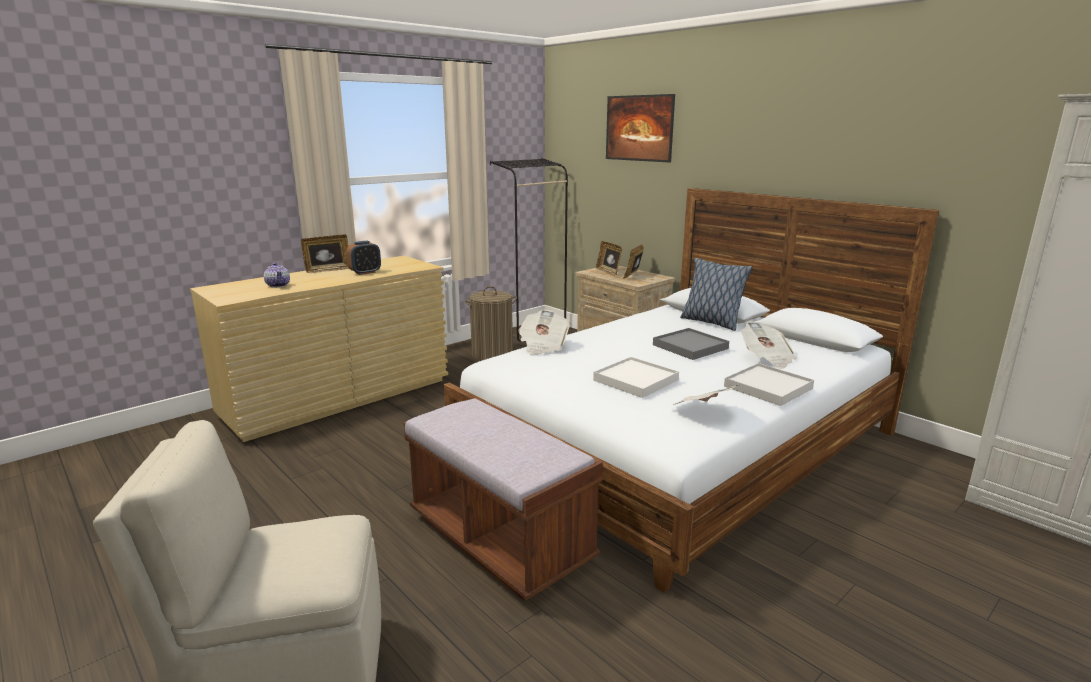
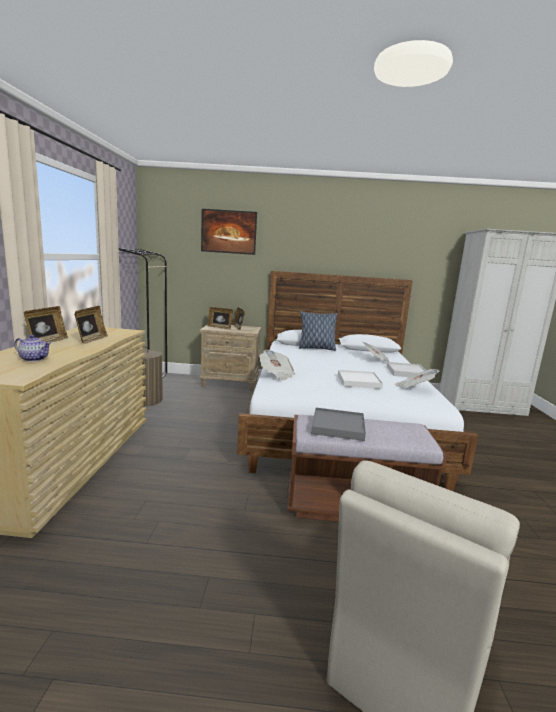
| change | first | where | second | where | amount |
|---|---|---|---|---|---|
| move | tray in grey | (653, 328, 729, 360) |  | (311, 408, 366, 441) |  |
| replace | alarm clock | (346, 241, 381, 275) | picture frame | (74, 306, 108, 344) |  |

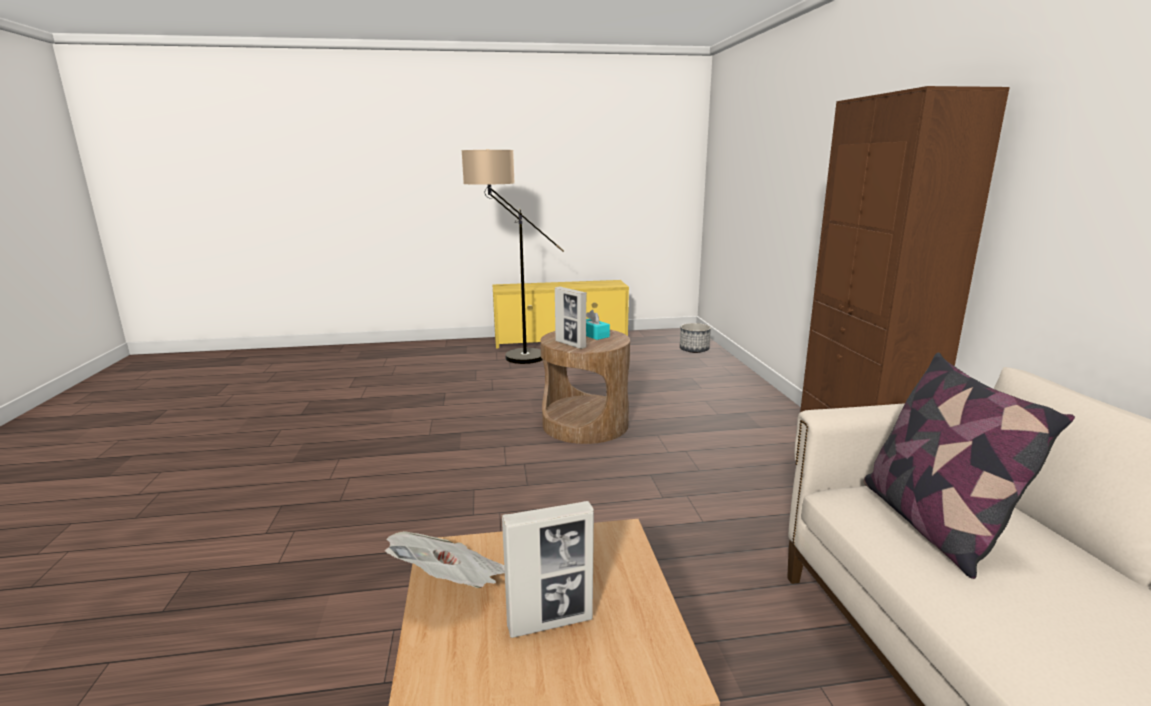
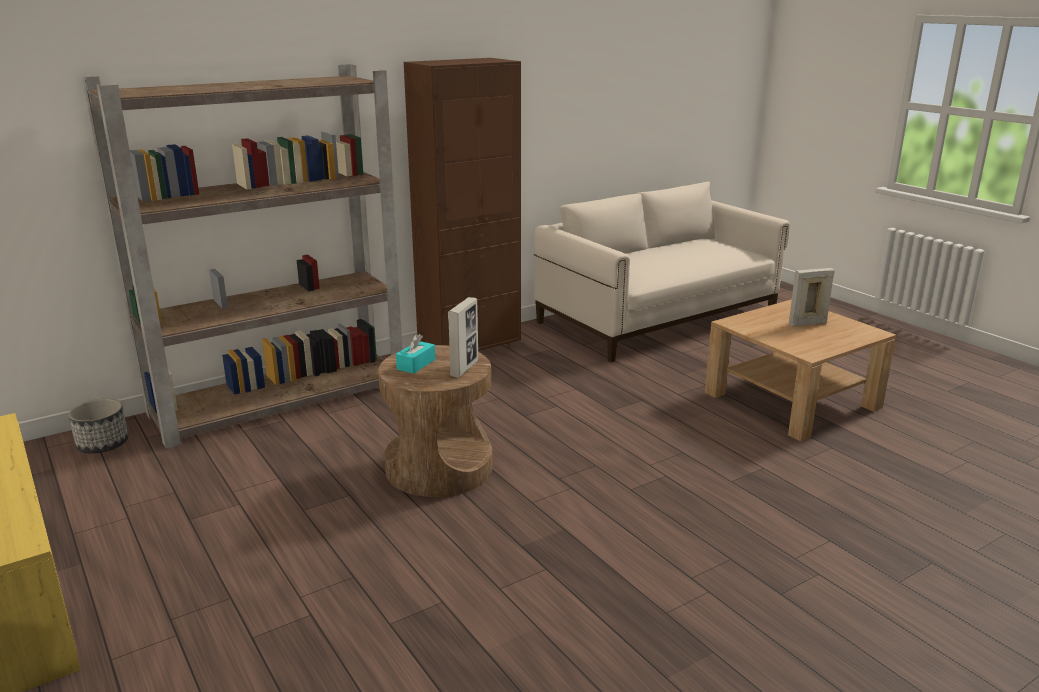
| change | first | where | second | where | amount |
|---|---|---|---|---|---|
| delete | newspaper | (384, 531, 505, 588) |  |  |  |
| delete | floor lamp | (461, 149, 564, 364) |  |  |  |
| delete | pillow | (863, 352, 1075, 579) |  |  |  |
| insert |  |  | bookcase in brown | (82, 64, 403, 449) |  |
| rotate | picture frame | (502, 501, 594, 638) |  | (789, 268, 835, 327) | 60 degrees counterclockwise |

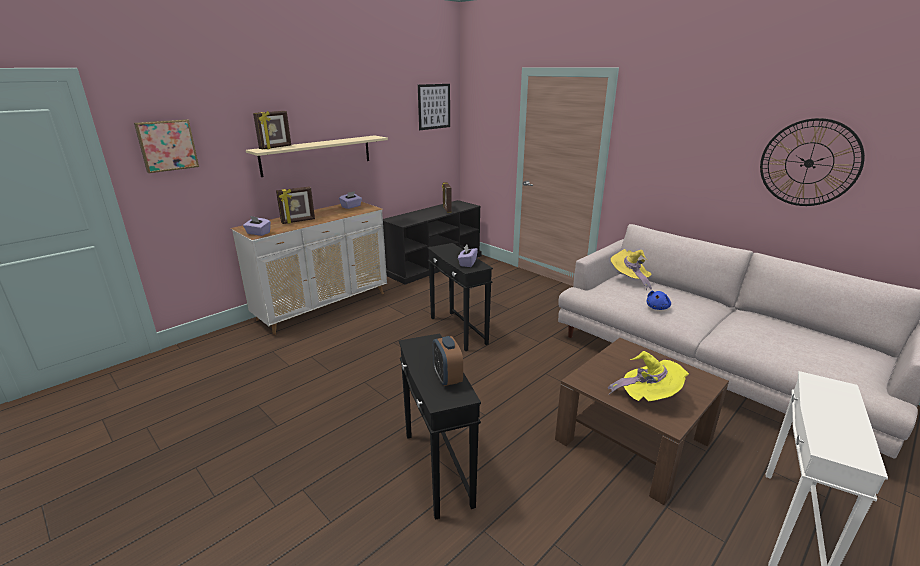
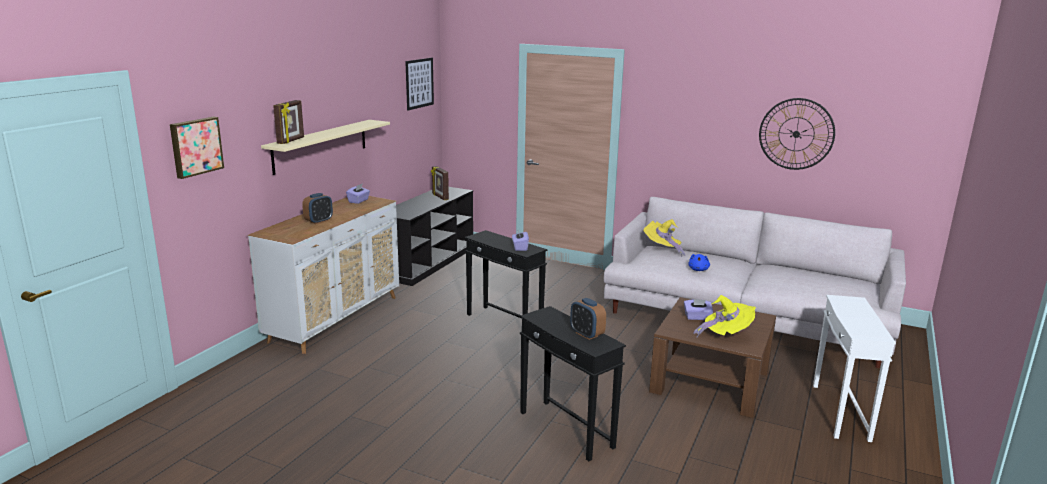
| change | first | where | second | where | amount |
|---|---|---|---|---|---|
| move | tissue box in purple | (243, 216, 271, 236) |  | (684, 299, 713, 320) |  |
| replace | picture frame | (276, 187, 315, 224) | alarm clock | (302, 193, 333, 224) |  |

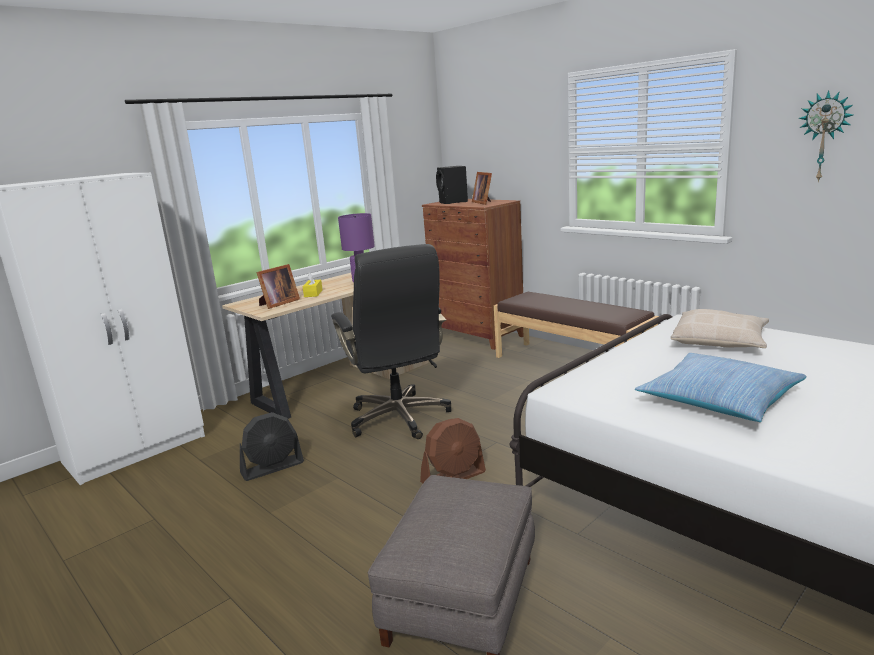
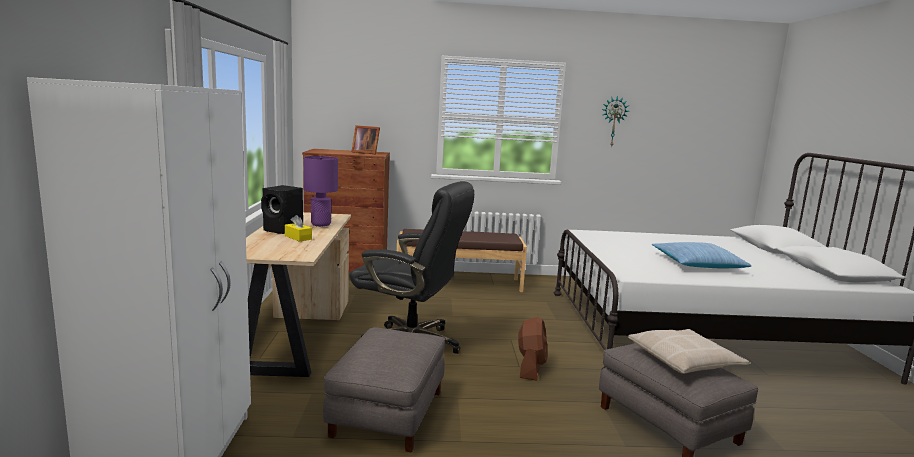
| change | first | where | second | where | amount |
|---|---|---|---|---|---|
| delete | picture frame | (256, 264, 300, 309) |  |  |  |
| move | speaker in black | (436, 166, 468, 204) |  | (261, 185, 303, 234) |  |
| move | pillow in beige | (671, 309, 769, 348) |  | (628, 329, 749, 374) |  |
| replace | fan in black | (240, 412, 304, 481) | ottoman in grey | (323, 327, 445, 452) |  |

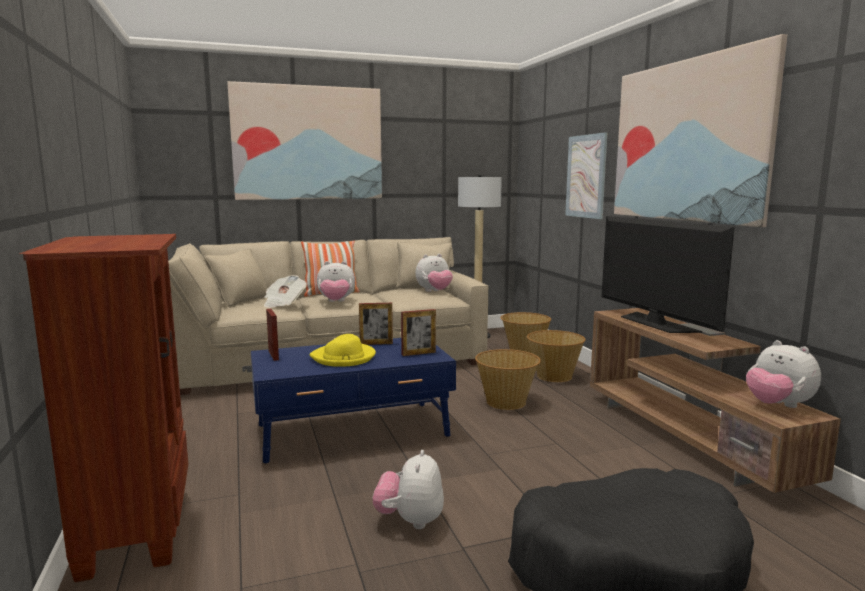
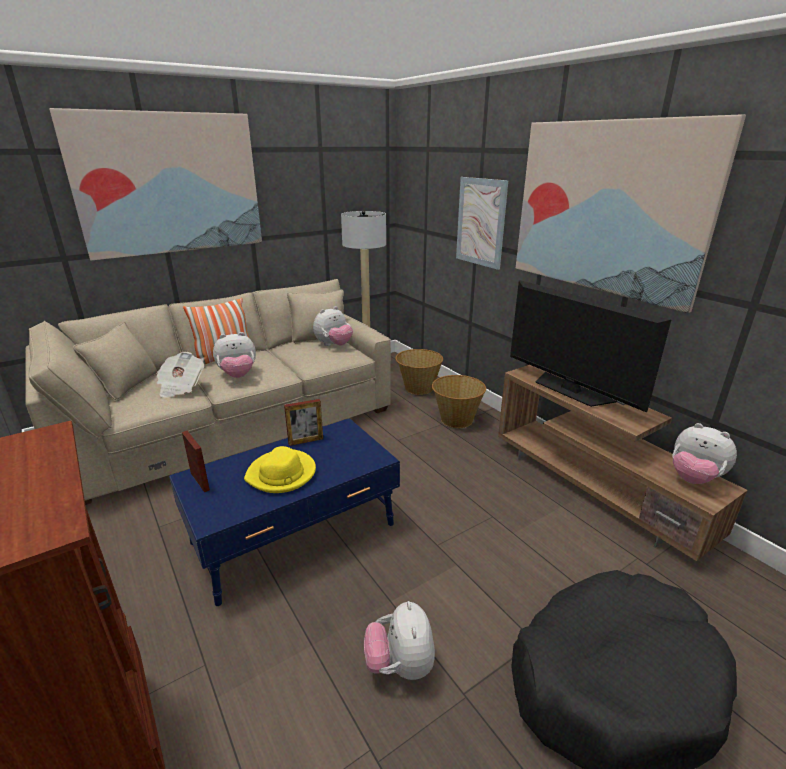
| change | first | where | second | where | amount |
|---|---|---|---|---|---|
| delete | picture frame | (401, 309, 436, 356) |  |  |  |
| delete | basket | (475, 349, 541, 410) |  |  |  |

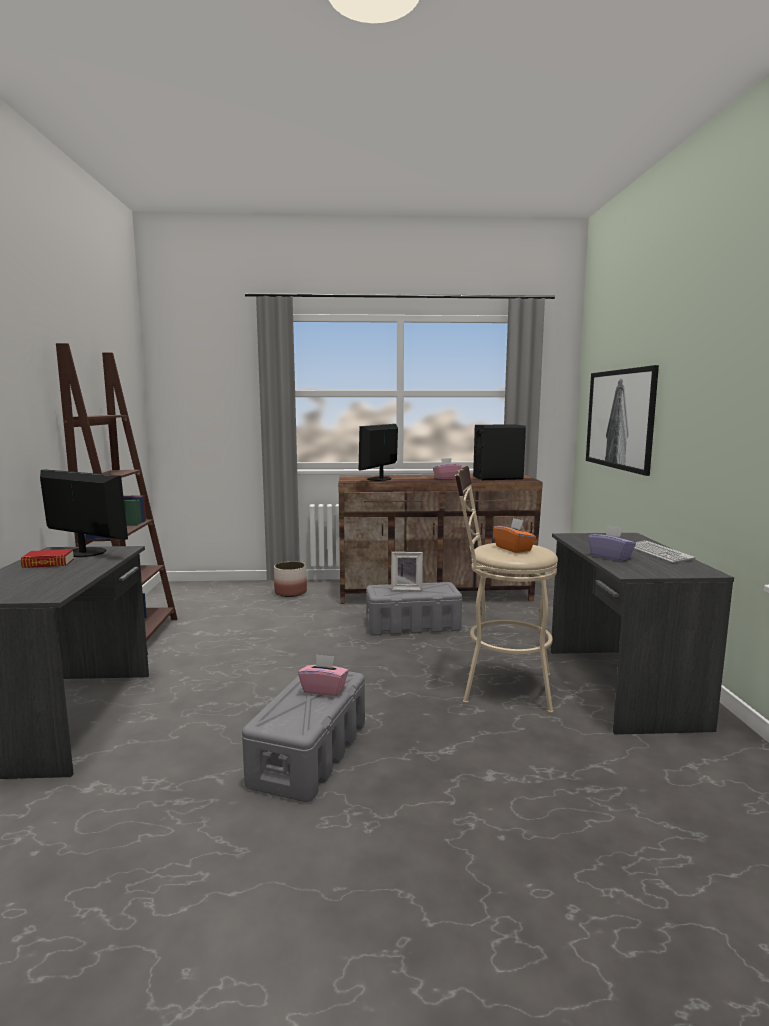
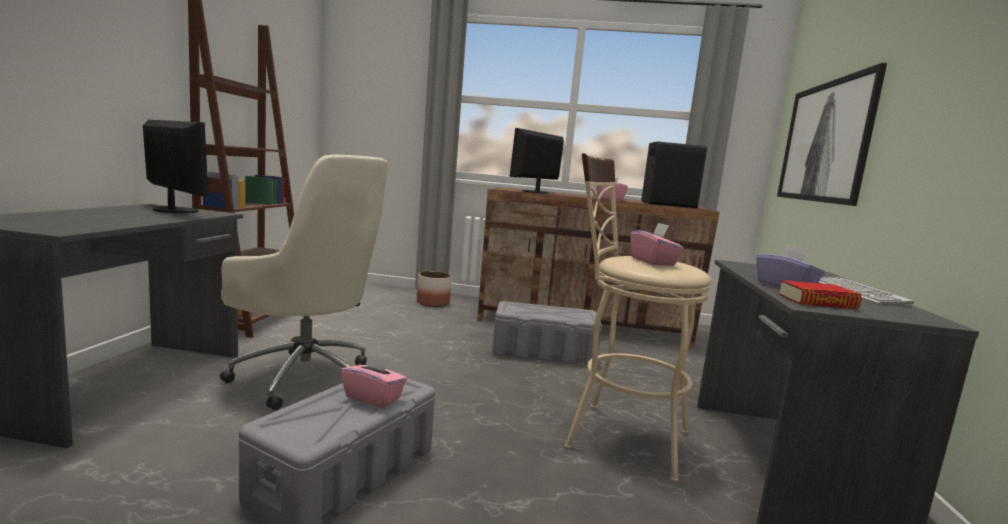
| change | first | where | second | where | amount |
|---|---|---|---|---|---|
| delete | picture frame | (391, 552, 423, 591) |  |  |  |
| insert |  |  | office chair in beige | (219, 155, 388, 410) |  |
| move | book | (21, 549, 74, 568) |  | (779, 280, 862, 309) |  |
| recolor | tissue box in orange | (493, 518, 536, 553) | tissue box in pink | (630, 223, 684, 266) |  |

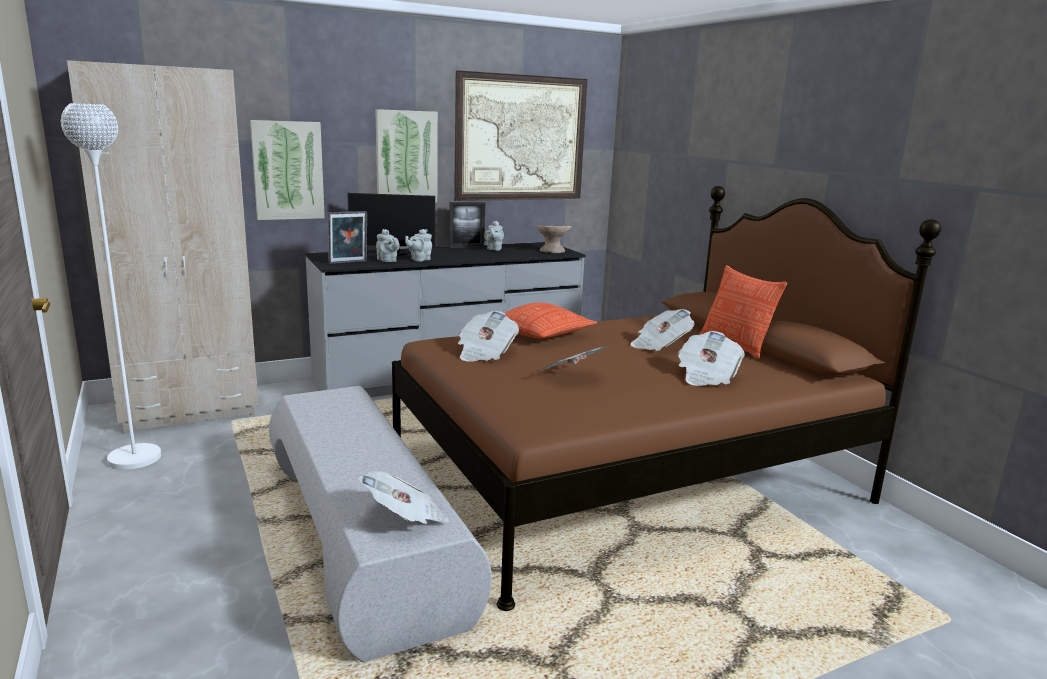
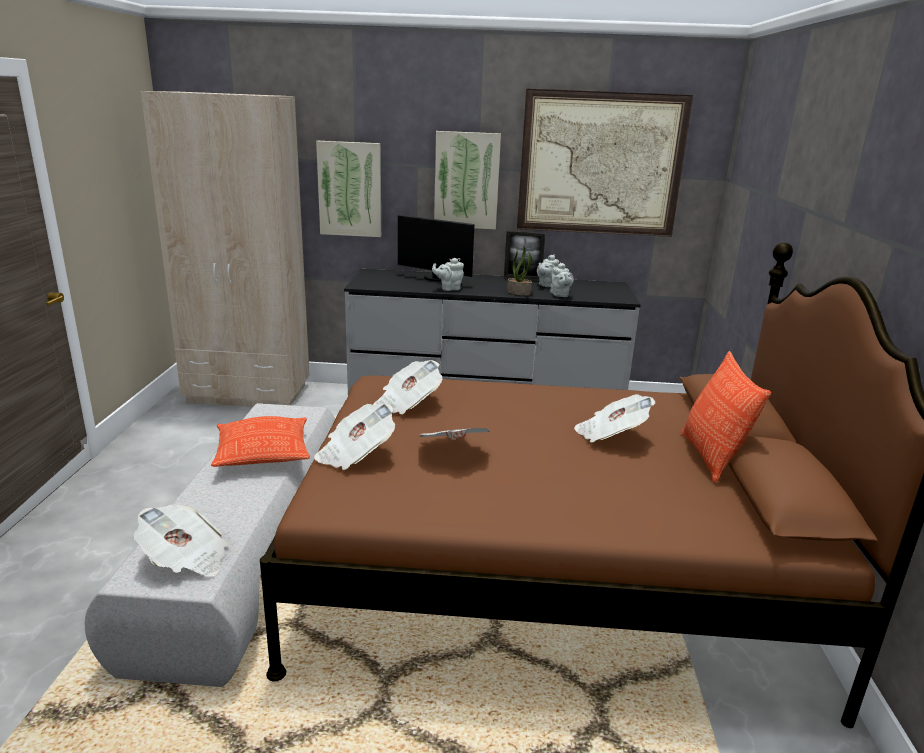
| change | first | where | second | where | amount |
|---|---|---|---|---|---|
| delete | floor lamp in white | (61, 103, 161, 470) |  |  |  |
| delete | picture frame | (328, 211, 367, 264) |  |  |  |
| delete | bowl in beige | (536, 225, 572, 253) |  |  |  |
| insert |  |  | potted plant | (507, 247, 532, 296) |  |
| move | teapot in grey | (376, 229, 400, 262) |  | (550, 262, 574, 297) |  |
| move | pillow in orange | (505, 303, 597, 339) |  | (211, 416, 310, 467) |  |
| move | newspaper | (678, 331, 745, 386) |  | (314, 403, 395, 470) |  |

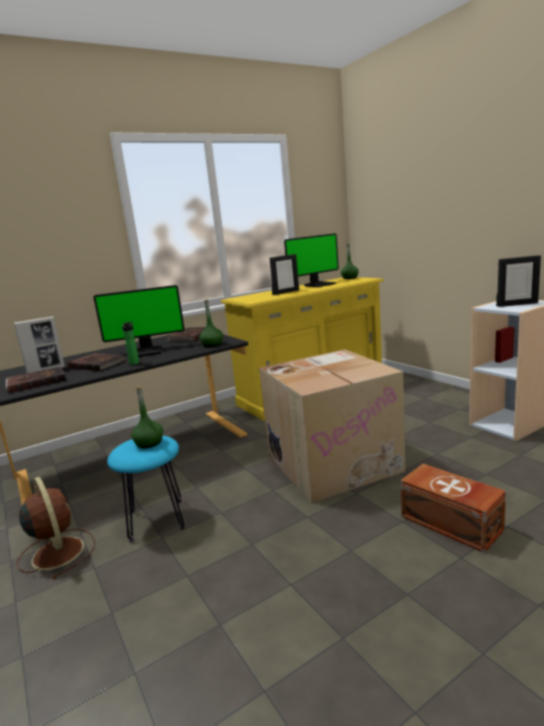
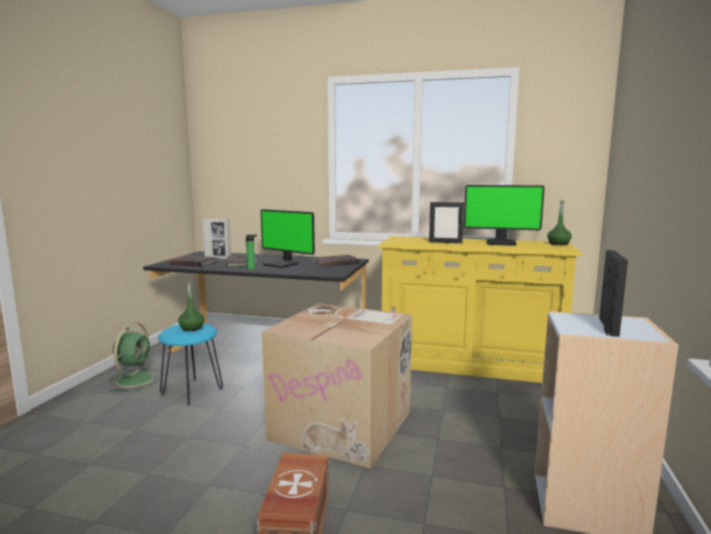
| change | first | where | second | where | amount |
|---|---|---|---|---|---|
| delete | bottle in green | (199, 299, 223, 347) |  |  |  |
| recolor | fan in brown | (17, 477, 95, 579) | fan in green | (109, 323, 161, 391) |  |
| rotate | picture frame | (496, 255, 541, 307) |  | (599, 250, 628, 337) | 120 degrees counterclockwise |

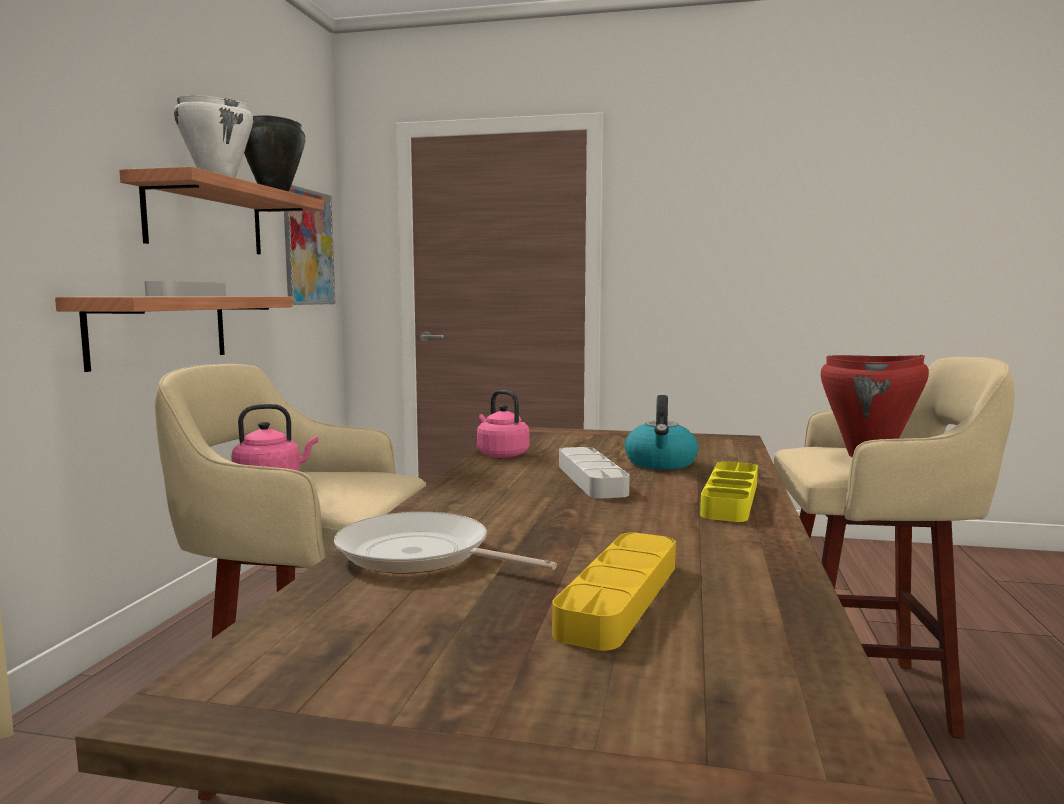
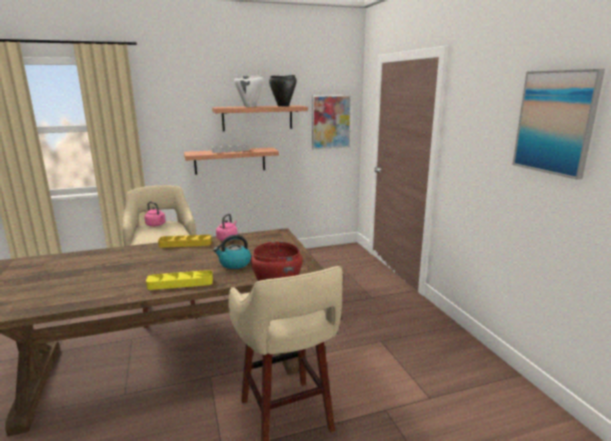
| change | first | where | second | where | amount |
|---|---|---|---|---|---|
| delete | frying pan | (334, 512, 557, 573) |  |  |  |
| delete | tray in grey | (559, 447, 630, 498) |  |  |  |
| insert |  |  | picture | (513, 69, 605, 180) |  |
| move | tray in yellow | (552, 533, 676, 651) |  | (158, 235, 212, 248) |  |

